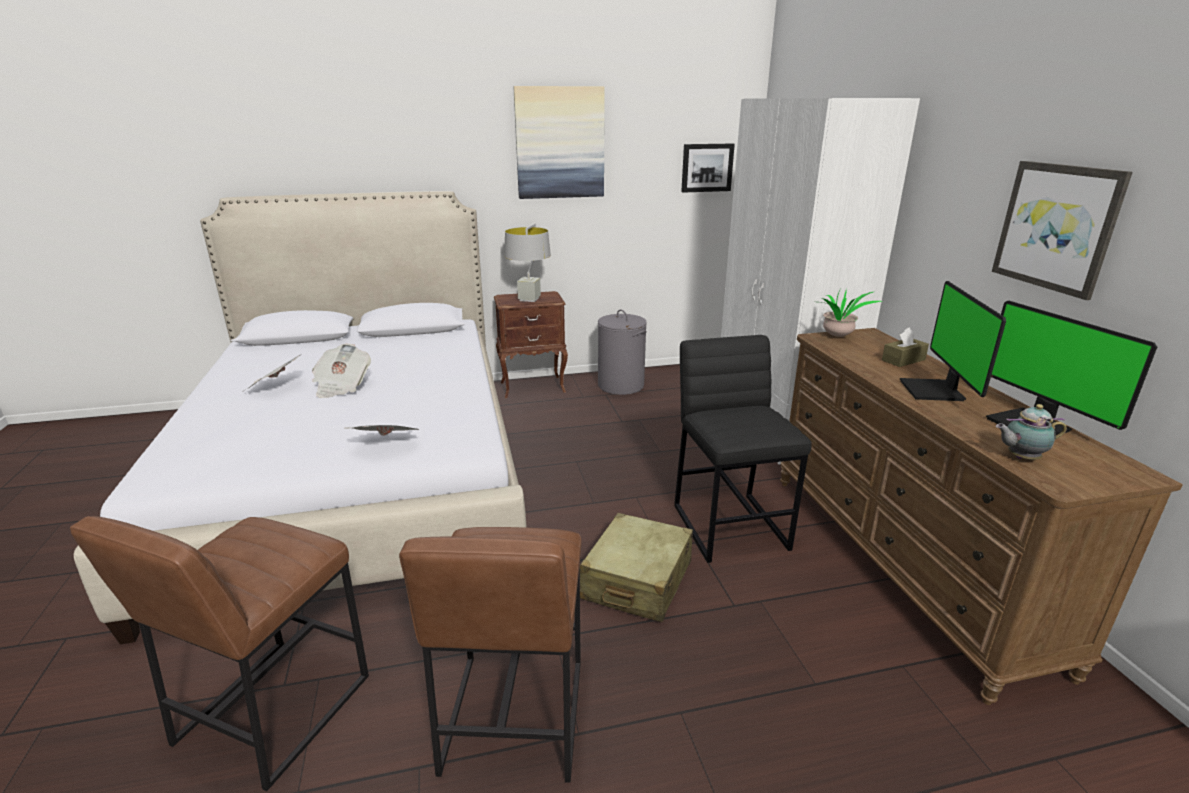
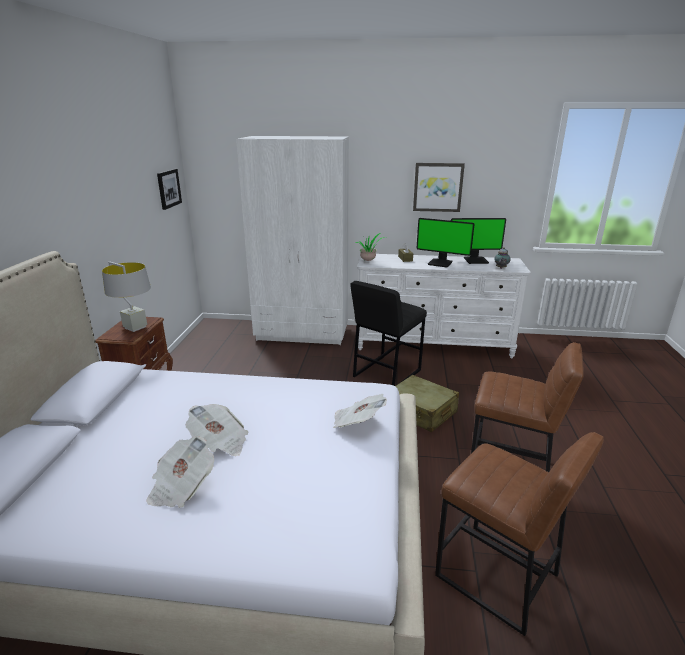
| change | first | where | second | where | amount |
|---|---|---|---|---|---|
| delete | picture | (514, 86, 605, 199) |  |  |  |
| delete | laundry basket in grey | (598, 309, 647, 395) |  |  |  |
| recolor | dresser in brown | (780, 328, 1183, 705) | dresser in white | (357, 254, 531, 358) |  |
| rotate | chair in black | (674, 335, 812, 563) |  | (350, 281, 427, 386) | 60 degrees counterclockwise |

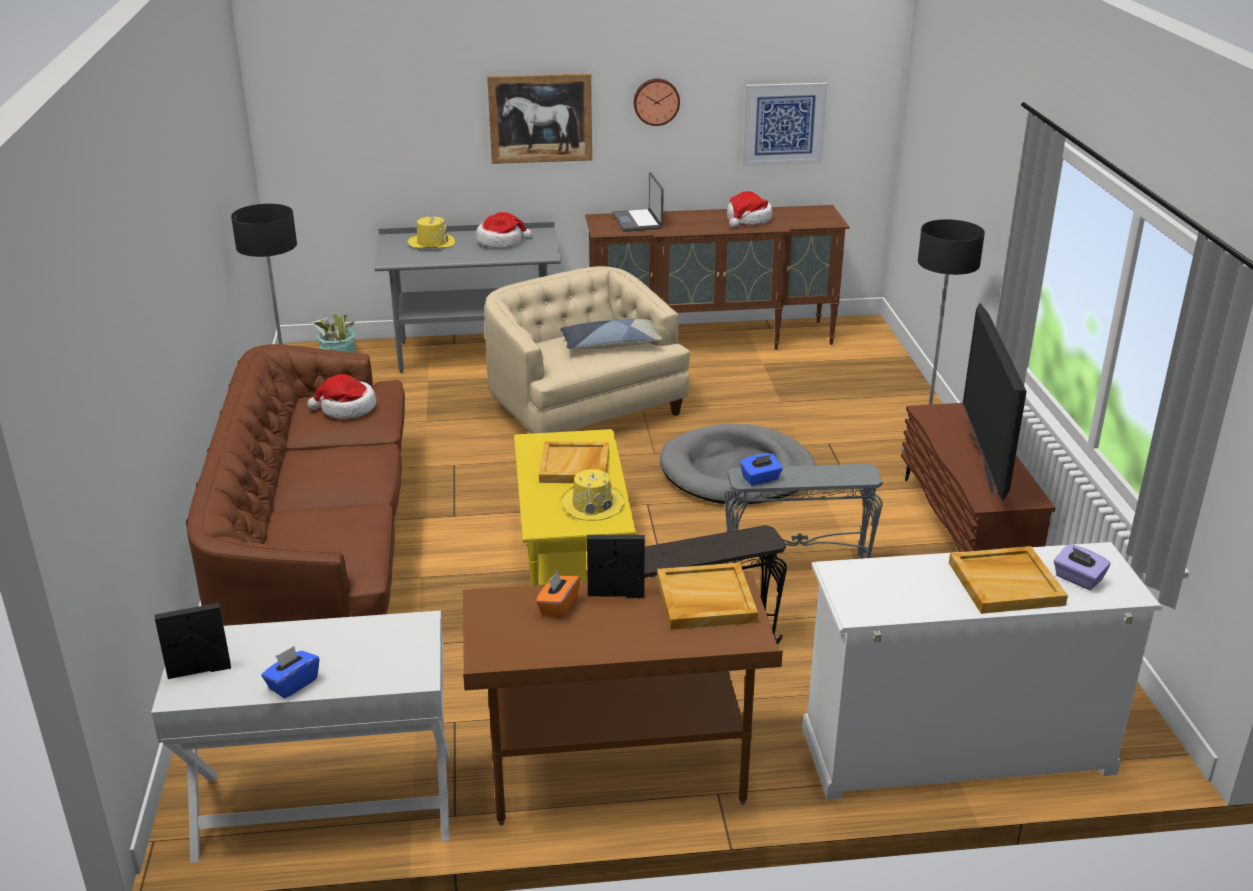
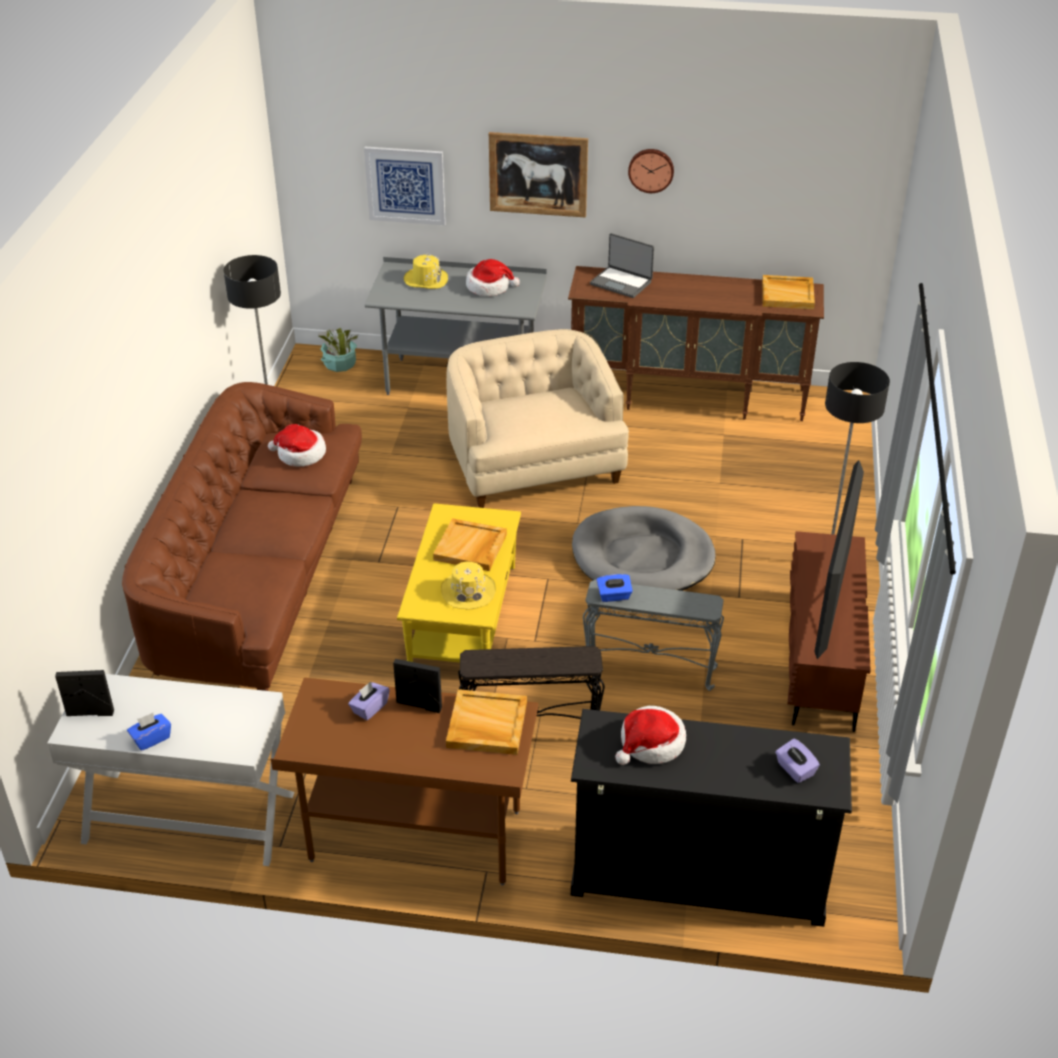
| change | first | where | second | where | amount |
|---|---|---|---|---|---|
| delete | pillow | (560, 319, 663, 349) |  |  |  |
| move | hat | (727, 191, 772, 228) |  | (615, 706, 686, 765) |  |
| move | picture | (743, 83, 828, 166) |  | (364, 147, 446, 225) |  |
| move | tray in beige | (949, 546, 1068, 614) |  | (762, 275, 815, 309) |  |
| recolor | tissue box in orange | (536, 571, 580, 619) | tissue box in purple | (348, 681, 390, 720) |  |
| recolor | cabinet in white | (802, 542, 1162, 800) | cabinet in black | (571, 709, 852, 927) |  |
| rotate | laptop | (612, 172, 664, 232) |  | (590, 233, 654, 298) | 60 degrees counterclockwise |

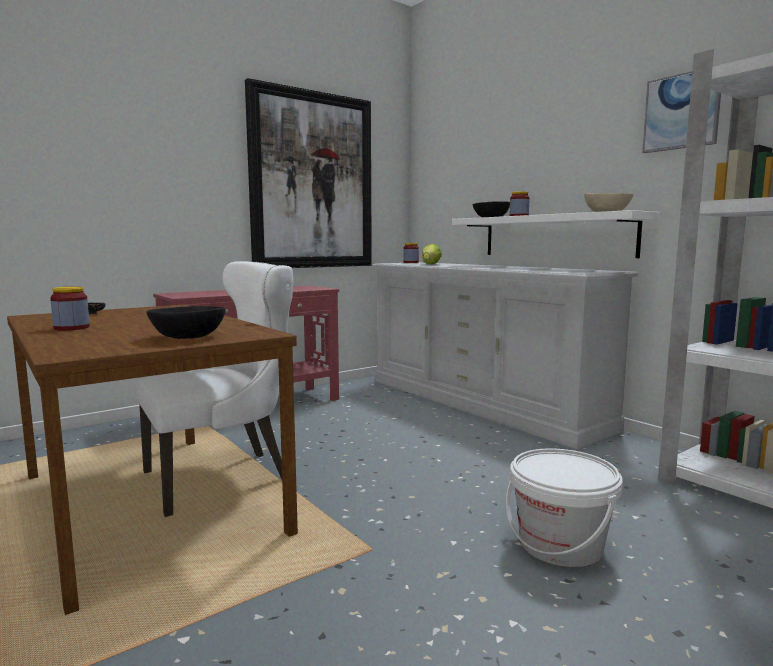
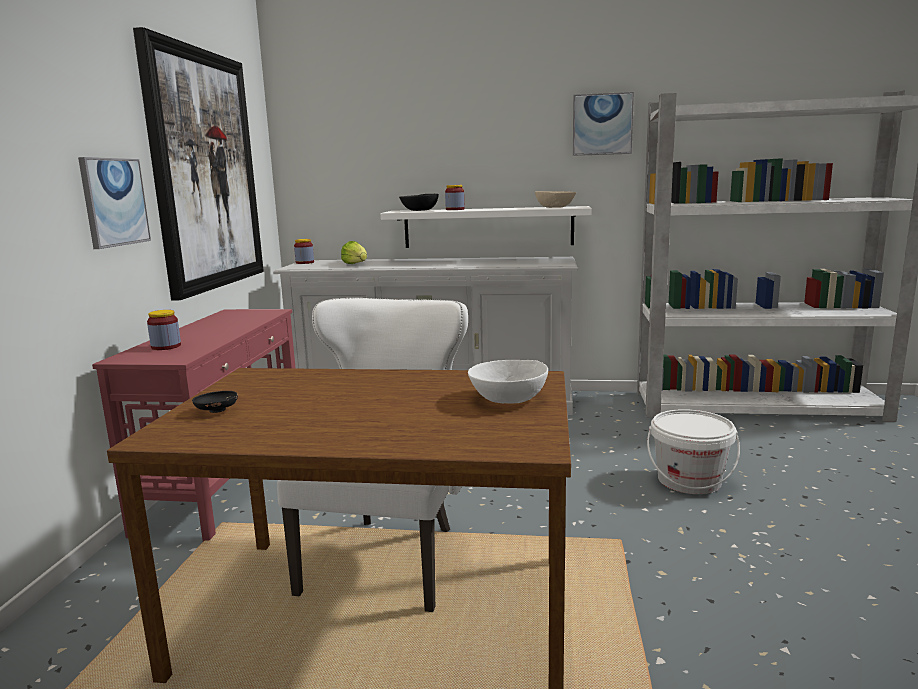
| change | first | where | second | where | amount |
|---|---|---|---|---|---|
| insert |  |  | picture | (78, 157, 151, 249) |  |
| move | jar | (50, 287, 90, 330) |  | (147, 310, 181, 350) |  |
| recolor | bowl in black | (146, 306, 226, 339) | bowl in white | (468, 360, 548, 404) |  |

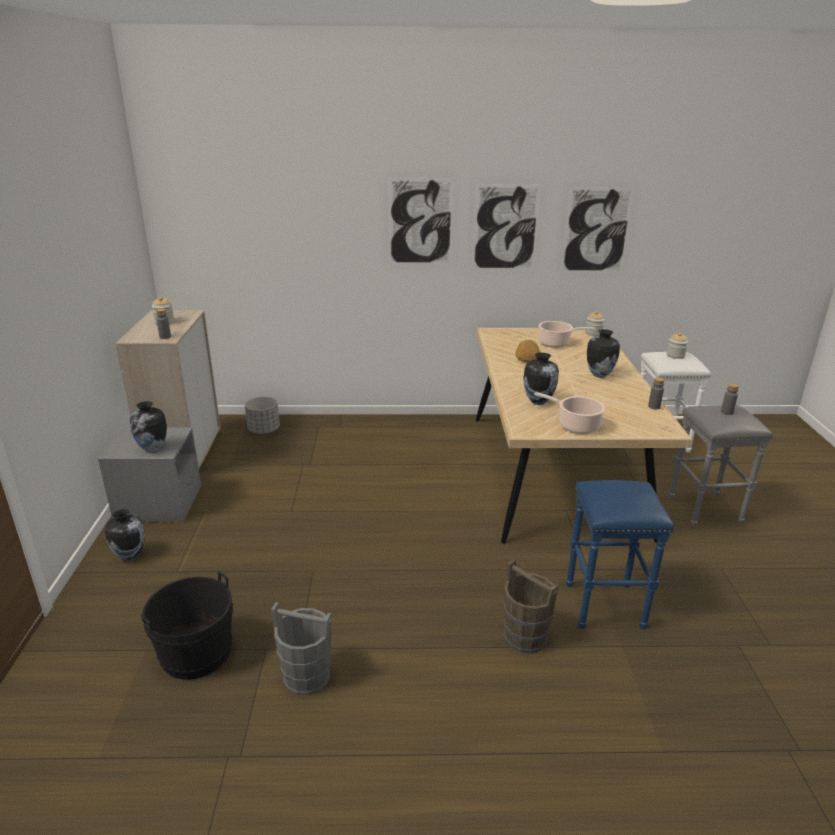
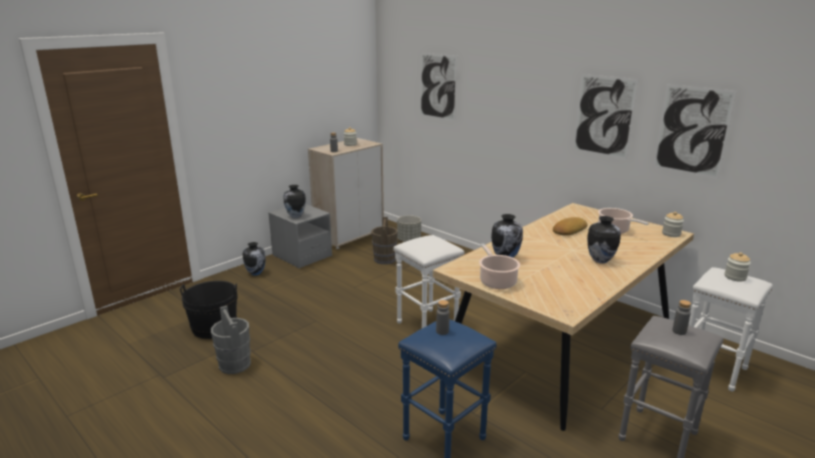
| change | first | where | second | where | amount |
|---|---|---|---|---|---|
| insert |  |  | stool in white | (393, 235, 464, 328) |  |
| move | picture | (388, 178, 453, 264) |  | (420, 53, 457, 121) |  |
| move | bucket in brown | (503, 559, 559, 653) |  | (371, 217, 398, 264) |  |
| move | bottle in grey | (648, 377, 664, 409) |  | (436, 300, 450, 335) |  |

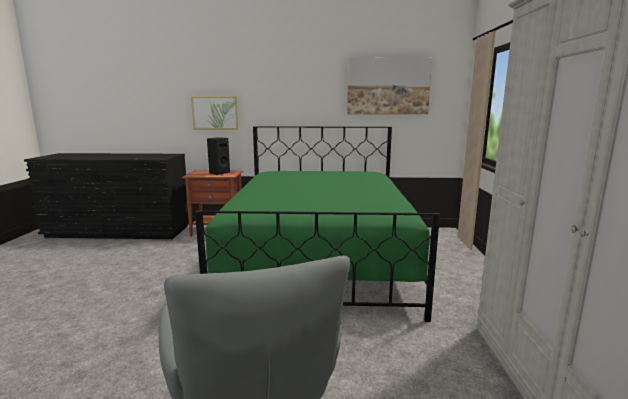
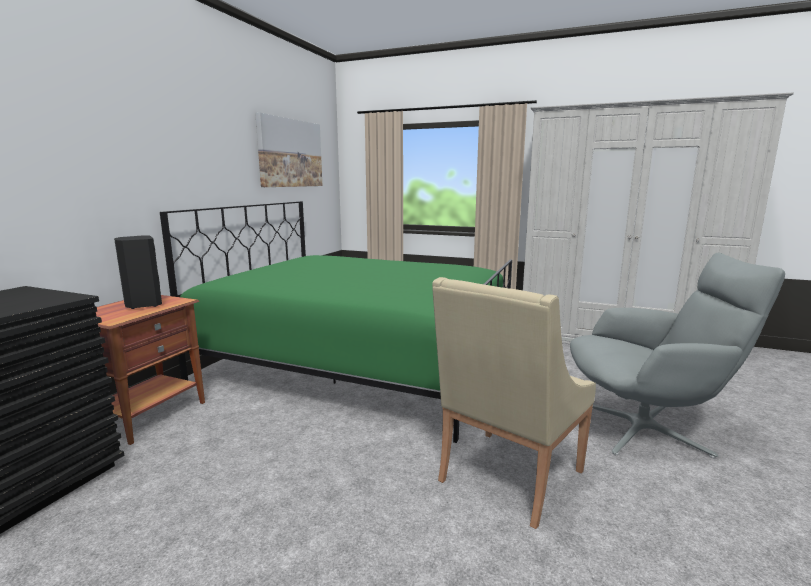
| change | first | where | second | where | amount |
|---|---|---|---|---|---|
| delete | picture | (191, 96, 239, 130) |  |  |  |
| insert |  |  | armchair in beige | (432, 277, 596, 529) |  |

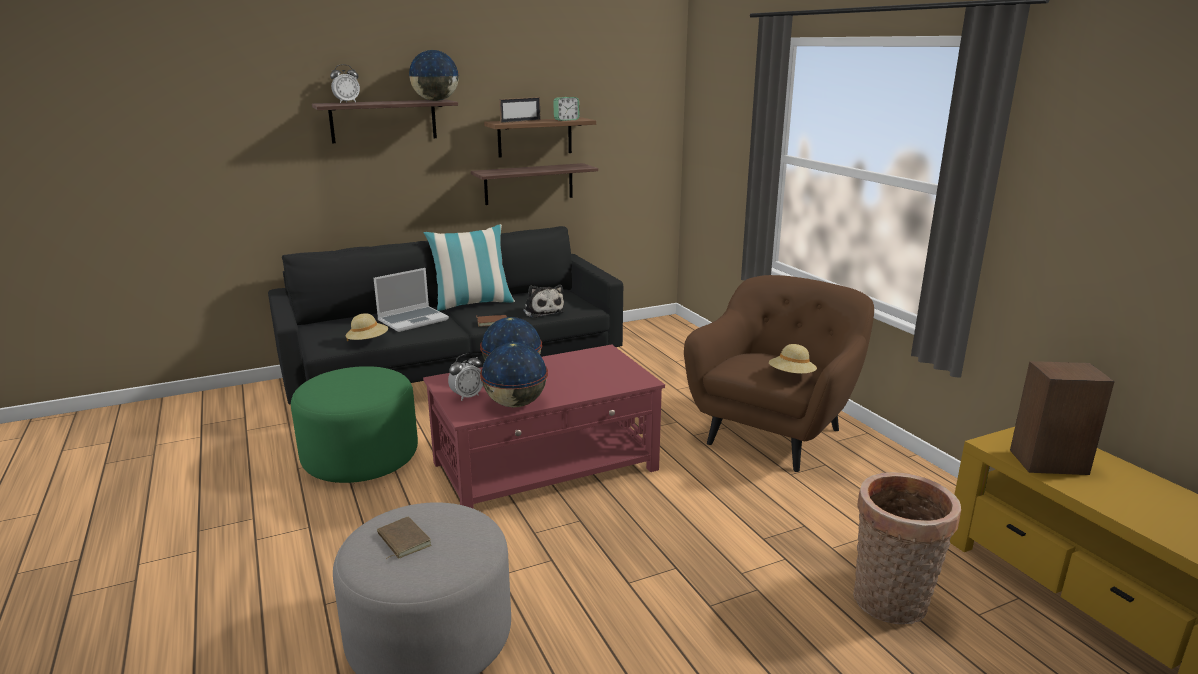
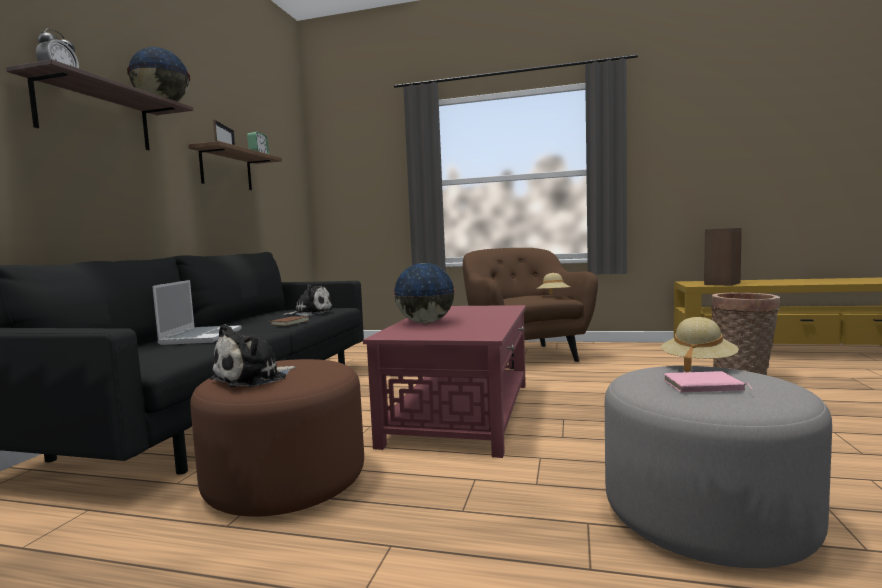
| change | first | where | second | where | amount |
|---|---|---|---|---|---|
| delete | pillow | (423, 224, 515, 311) |  |  |  |
| delete | alarm clock | (448, 353, 483, 401) |  |  |  |
| delete | shelf | (471, 163, 598, 205) |  |  |  |
| delete | globe | (480, 342, 548, 407) |  |  |  |
| insert |  |  | plush toy | (210, 324, 296, 387) |  |
| move | hat in beige | (346, 313, 388, 342) |  | (661, 317, 739, 372) |  |
| recolor | ottoman in green | (291, 366, 418, 483) | ottoman in brown | (190, 359, 364, 516) |  |
| recolor | book in brown | (377, 516, 431, 559) | book in pink | (664, 371, 752, 393) |  |

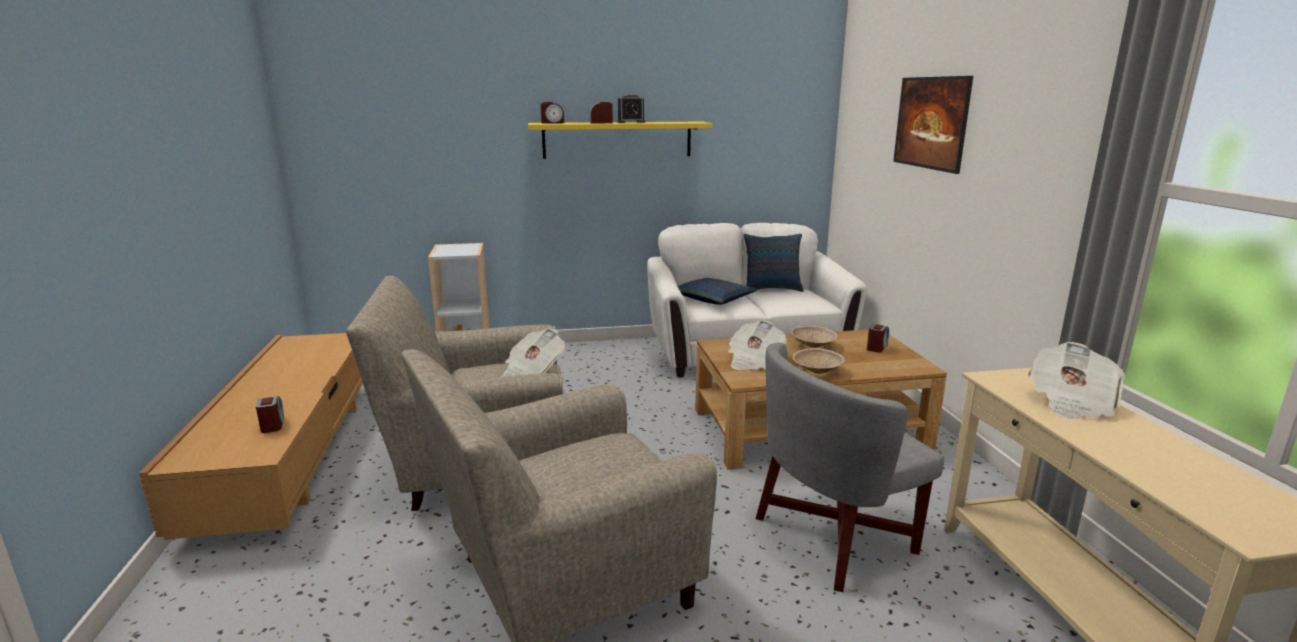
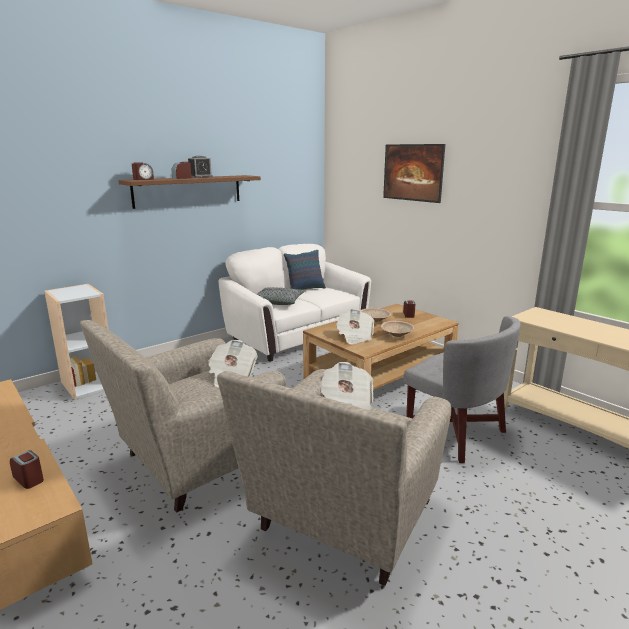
| change | first | where | second | where | amount |
|---|---|---|---|---|---|
| move | newspaper | (1028, 342, 1126, 419) |  | (320, 362, 373, 410) |  |
| recolor | shelf in yellow | (528, 122, 712, 159) | shelf in brown | (118, 175, 261, 209) |  |
| recolor | pillow in blue | (678, 278, 757, 305) | pillow in grey | (256, 288, 305, 305) |  |
| rotate | armchair in grey | (756, 342, 944, 592) |  | (403, 316, 521, 463) | 75 degrees counterclockwise |

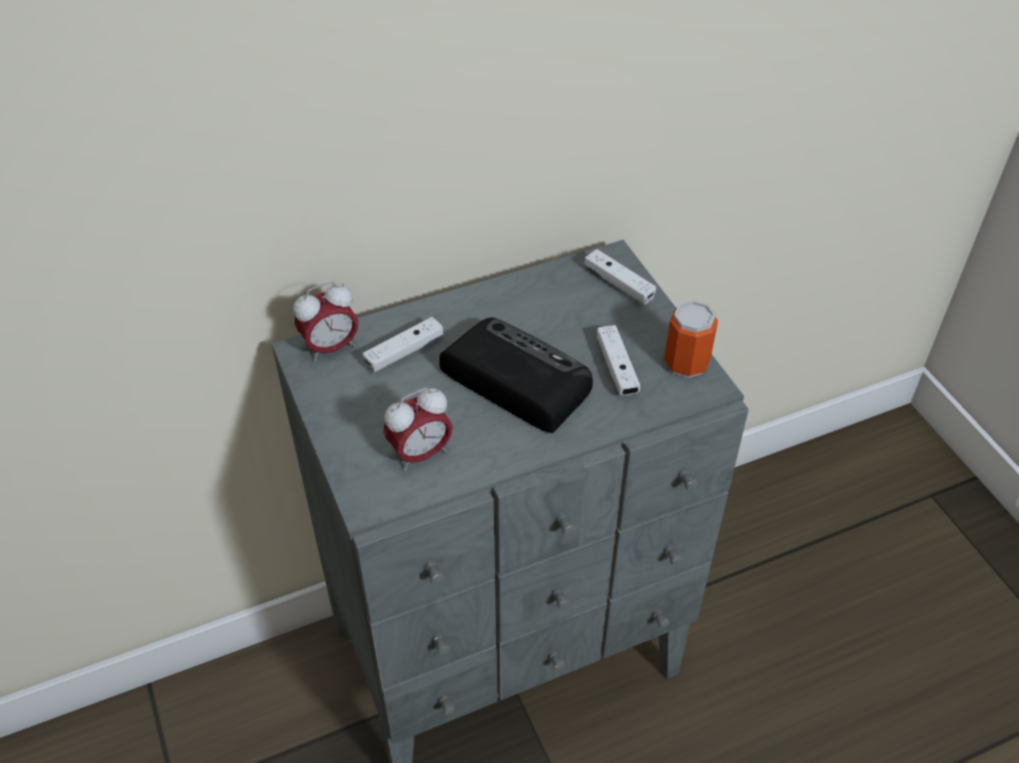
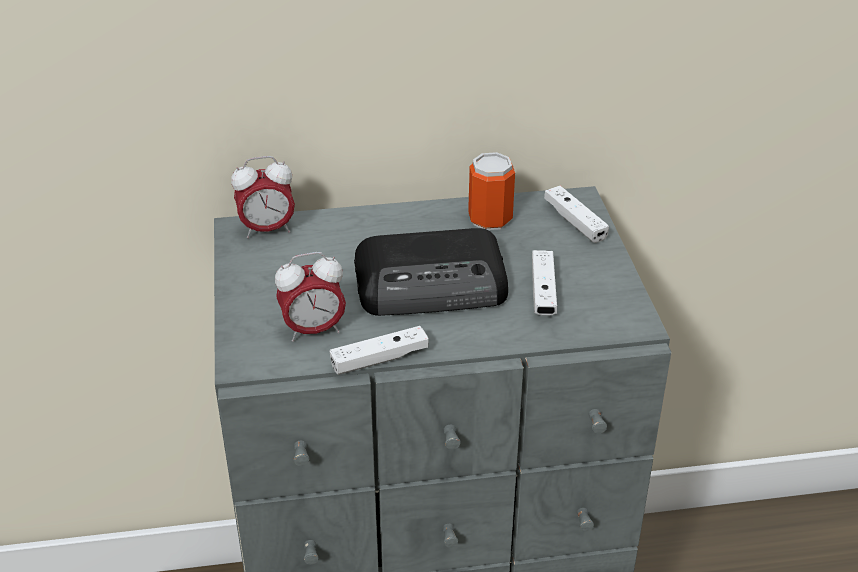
| change | first | where | second | where | amount |
|---|---|---|---|---|---|
| move | game controller in white | (362, 317, 444, 373) |  | (330, 326, 429, 375) |  |
| move | can | (664, 300, 718, 378) |  | (468, 152, 515, 230) |  |
| rotate | radio | (439, 318, 593, 433) |  | (354, 228, 508, 316) | 120 degrees clockwise |

